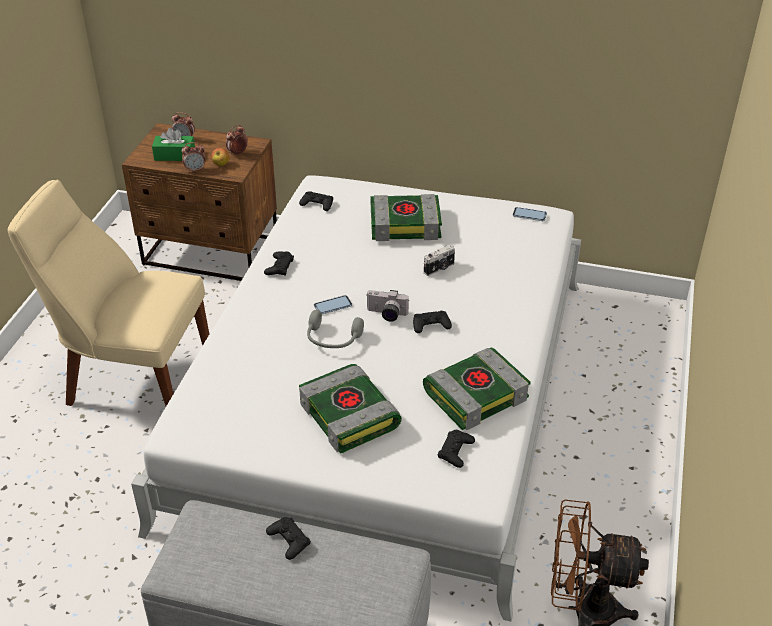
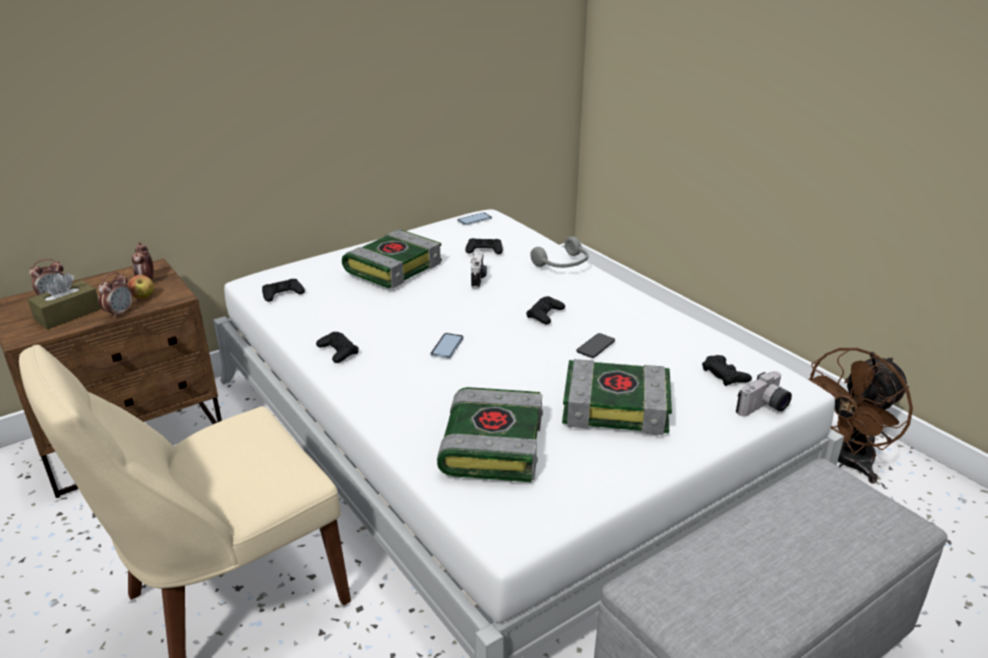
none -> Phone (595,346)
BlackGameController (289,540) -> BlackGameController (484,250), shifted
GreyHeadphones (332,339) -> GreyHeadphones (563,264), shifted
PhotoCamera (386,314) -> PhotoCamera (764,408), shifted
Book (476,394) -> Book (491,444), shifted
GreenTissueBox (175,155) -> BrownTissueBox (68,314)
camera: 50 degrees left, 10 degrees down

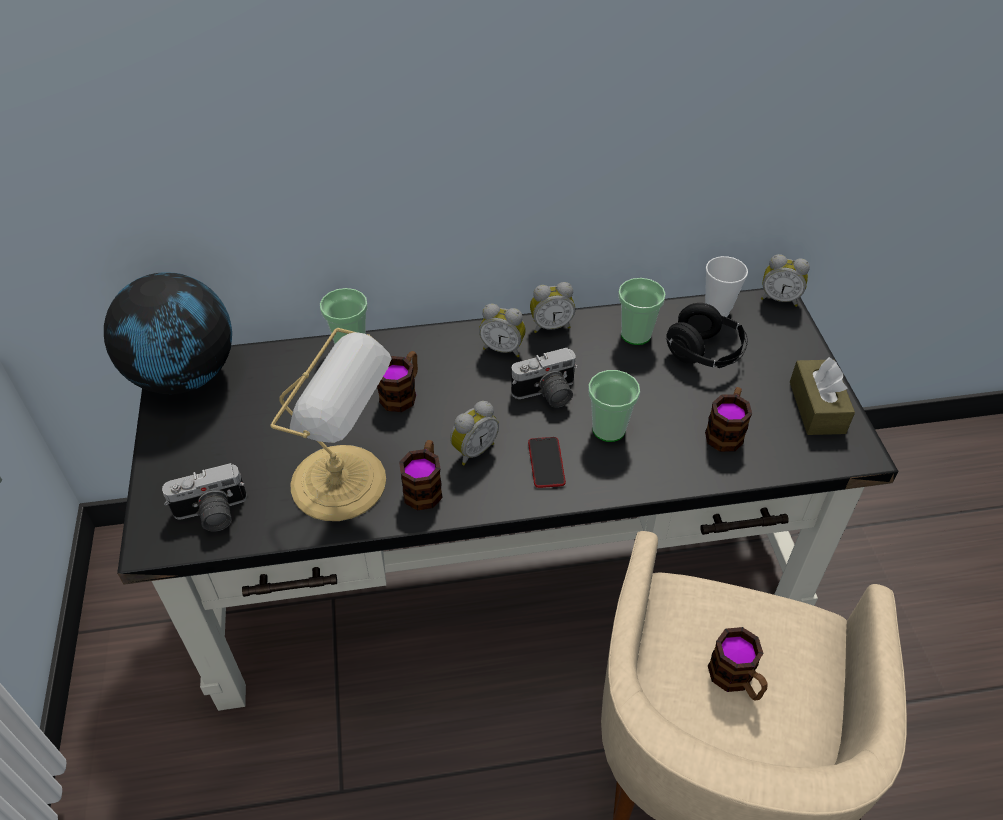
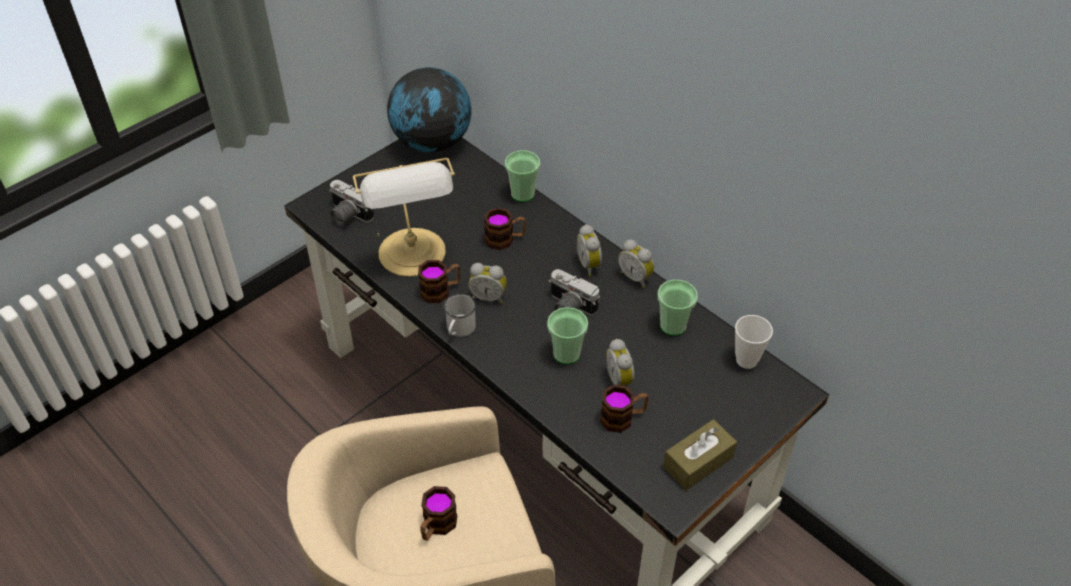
Phone (546,463) -> none
BlackHeadphones (704,353) -> none
none -> WhiteMug (459,330)
AlarmClock (779,298) -> AlarmClock (620,380), shifted
camera: 55 degrees right, 0 degrees up

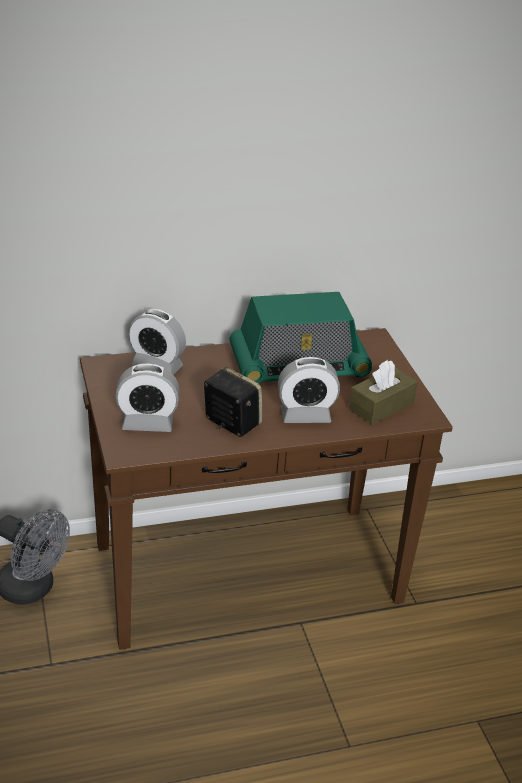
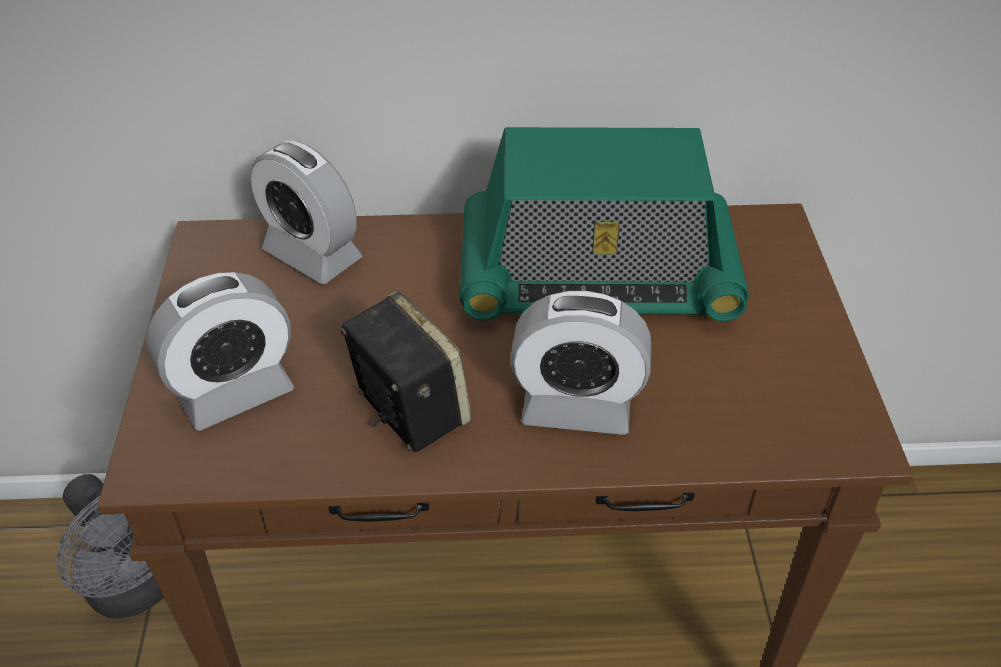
BrownTissueBox (381,406) -> none
AlarmClock (147,423) -> AlarmClock (235,392), 45 degrees counterclockwise
camera: 15 degrees right, 10 degrees up

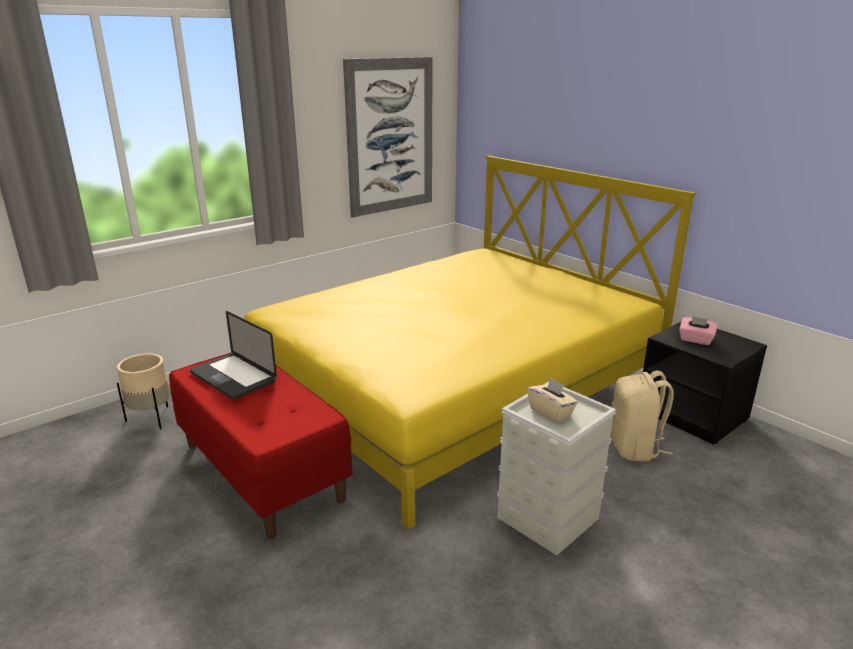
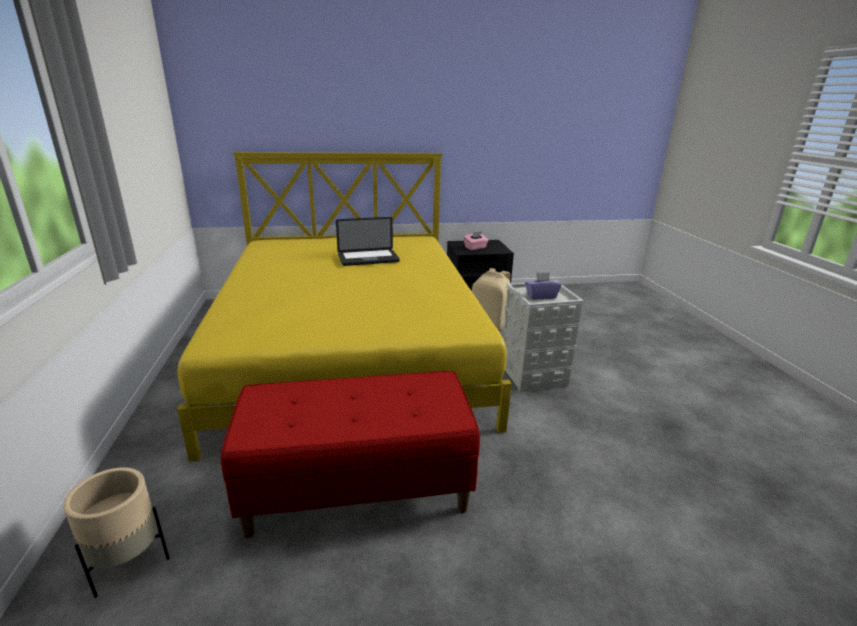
Picture (390,137) -> none
Laptop (233,377) -> Laptop (368,259), shifted
BeigeTissueBox (551,412) -> PurpleTissueBox (541,296)
camera: 60 degrees left, 0 degrees up

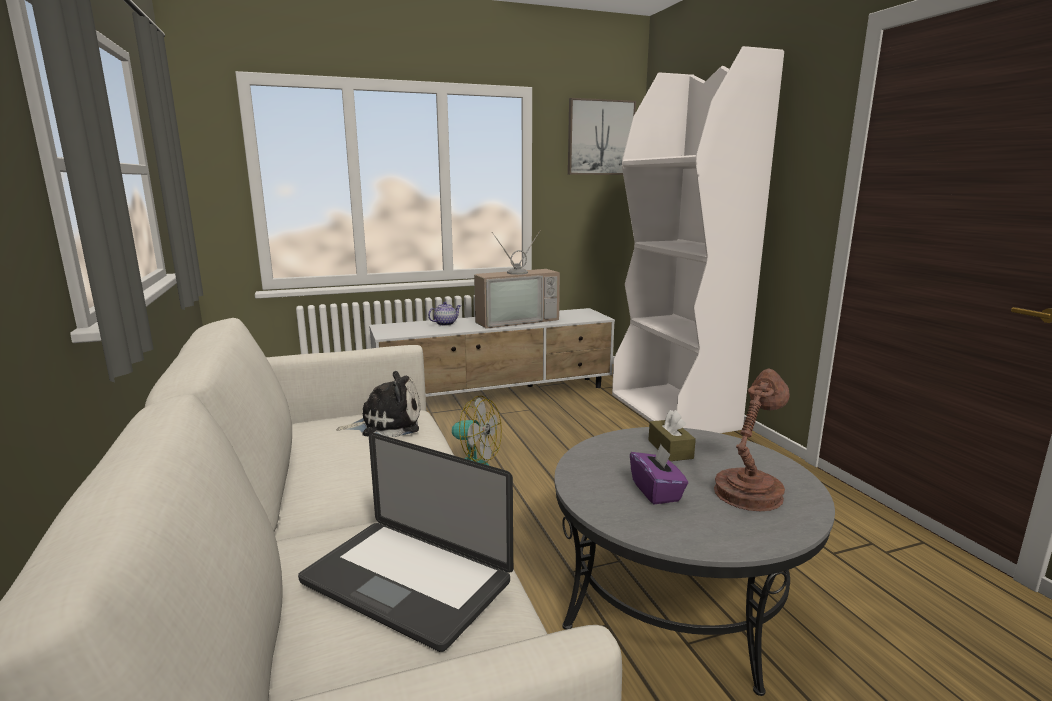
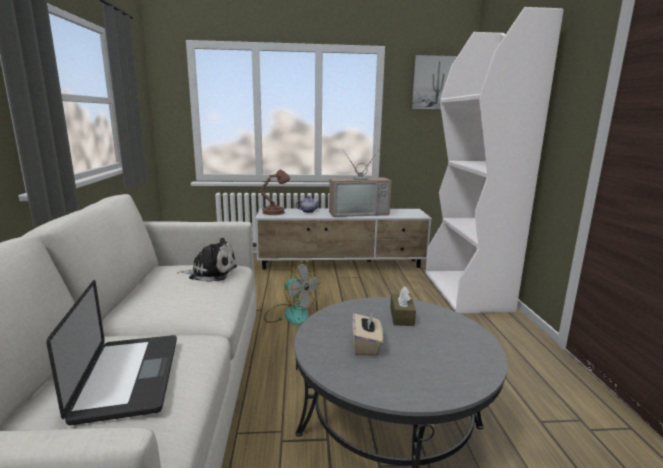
BrownTableLamp (749,491) -> BrownTableLamp (275,212), shifted
PurpleTissueBox (656,491) -> BeigeTissueBox (366,346)
Laptop (406,582) -> Laptop (129,377), 150 degrees counterclockwise
camera: 15 degrees right, 0 degrees up

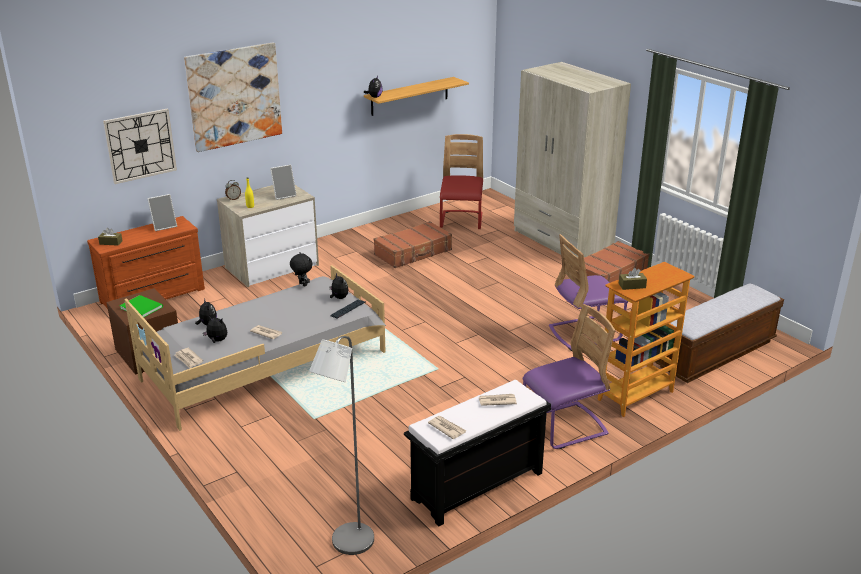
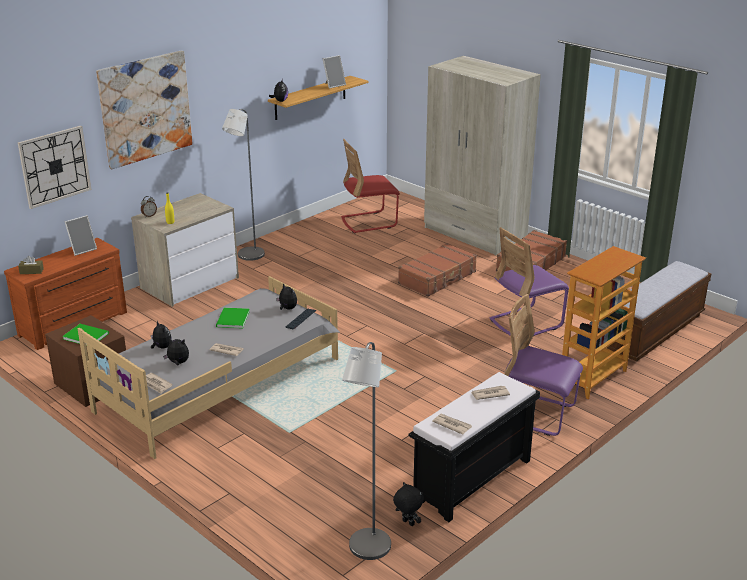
BrownTissueBox (632,286) -> none
none -> GreenBook (231,319)
none -> GreyFloorLamp (248,256)
PictureFrame (284,195) -> PictureFrame (334,85), shifted
BlackPlushToy (302,284) -> BlackPlushToy (407,523), shifted
BrownSuitcase (413,252) -> BrownSuitcase (438,278), shifted
RedChair (461,221) -> RedChair (369,222), 105 degrees counterclockwise
PurpleChair (564,427) -> PurpleChair (536,414), 120 degrees counterclockwise
camera: 10 degrees left, 0 degrees up

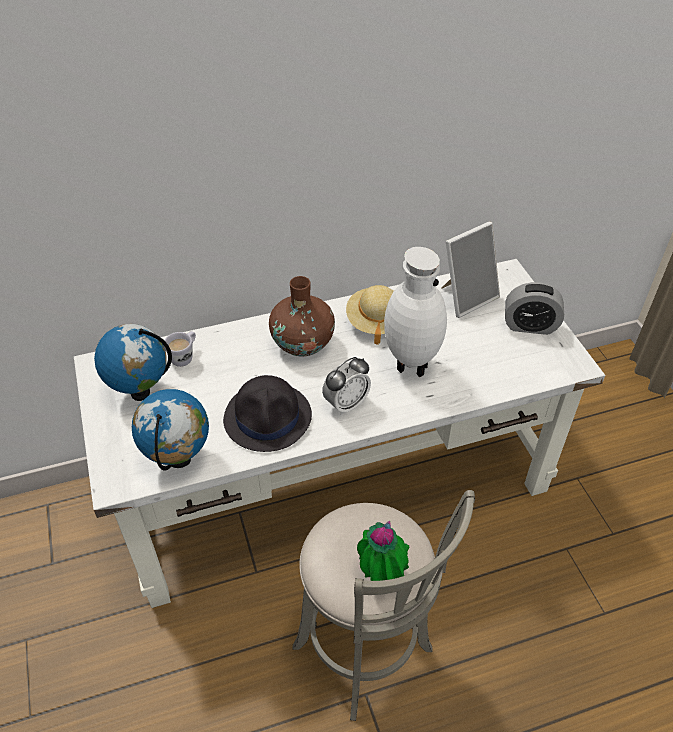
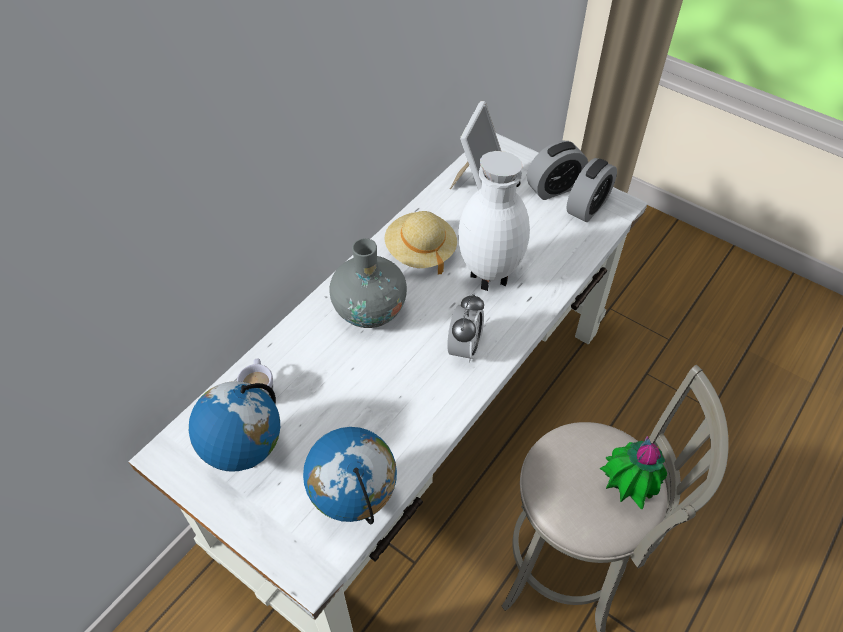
BlackHat (268,417) -> none
none -> AlarmClock (587,207)
BrownVase (303,343) -> GreyVase (370,310)
camera: 35 degrees left, 5 degrees up

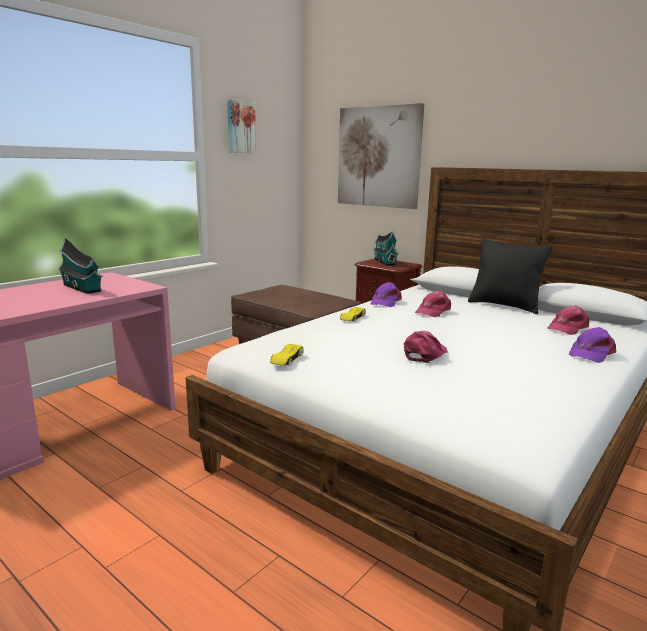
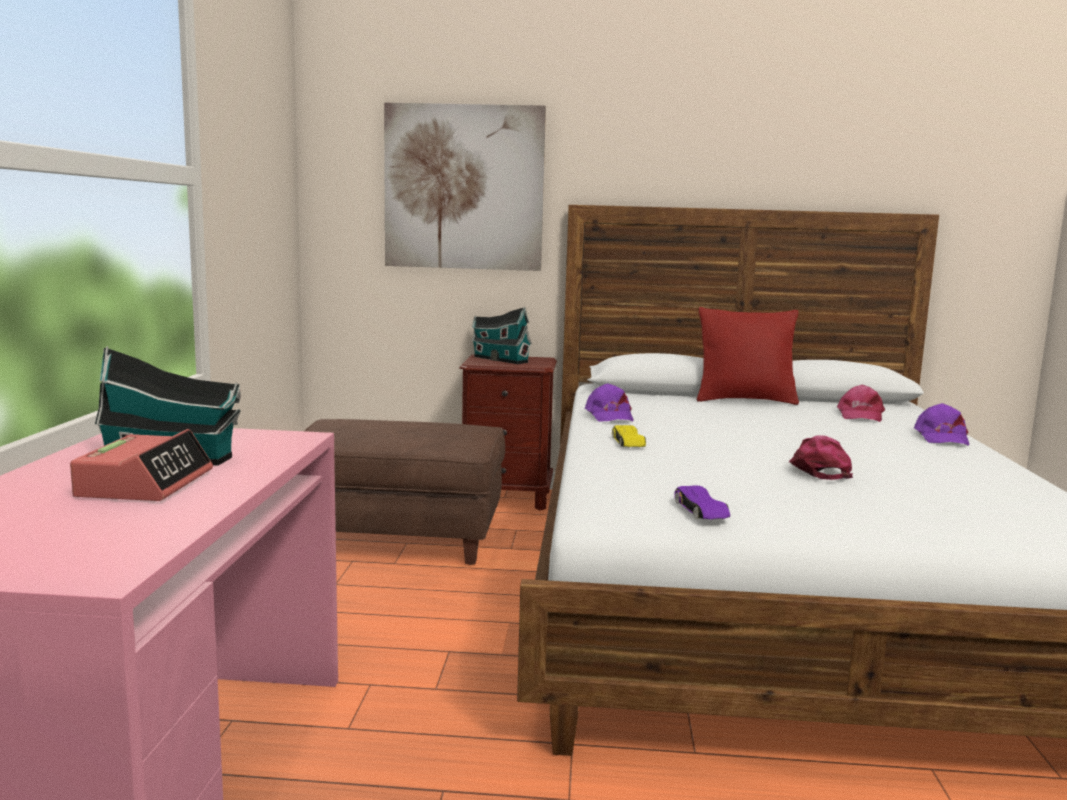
Picture (240,127) -> none
PinkCap (433,311) -> none
none -> AlarmClock (146,483)
YellowToyCar (287,359) -> PurpleToyCar (701,510)
BlackPillow (504,306) -> RedPillow (745,400)
camera: 35 degrees left, 5 degrees down

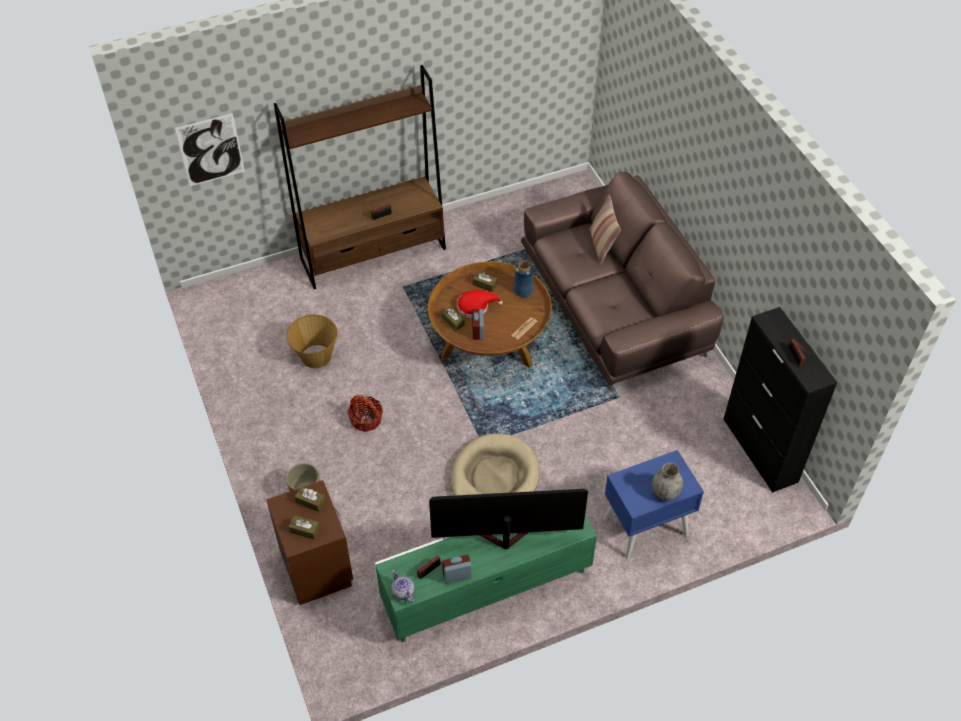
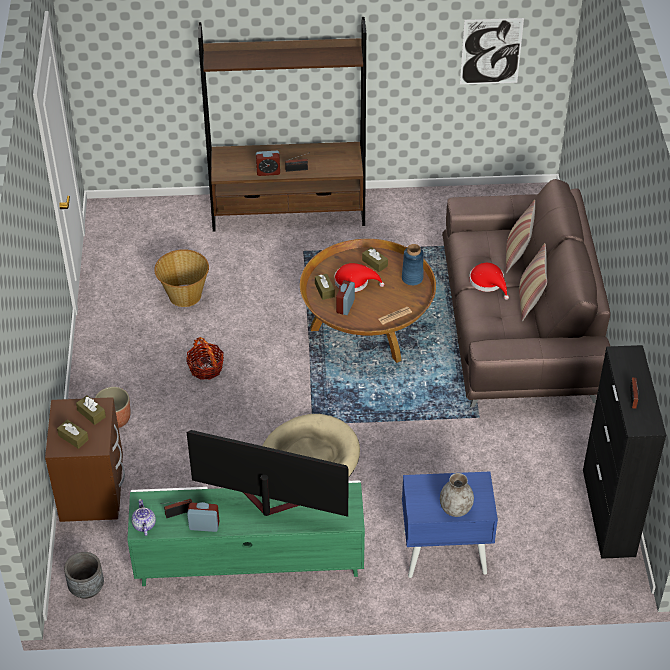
none -> GreyPlanter (86,588)
none -> AlarmClock (268,172)
none -> RedHat (488,282)
none -> Pillow (530,301)
Picture (211,150) -> Picture (491,51), shifted
camera: 20 degrees right, 5 degrees down

